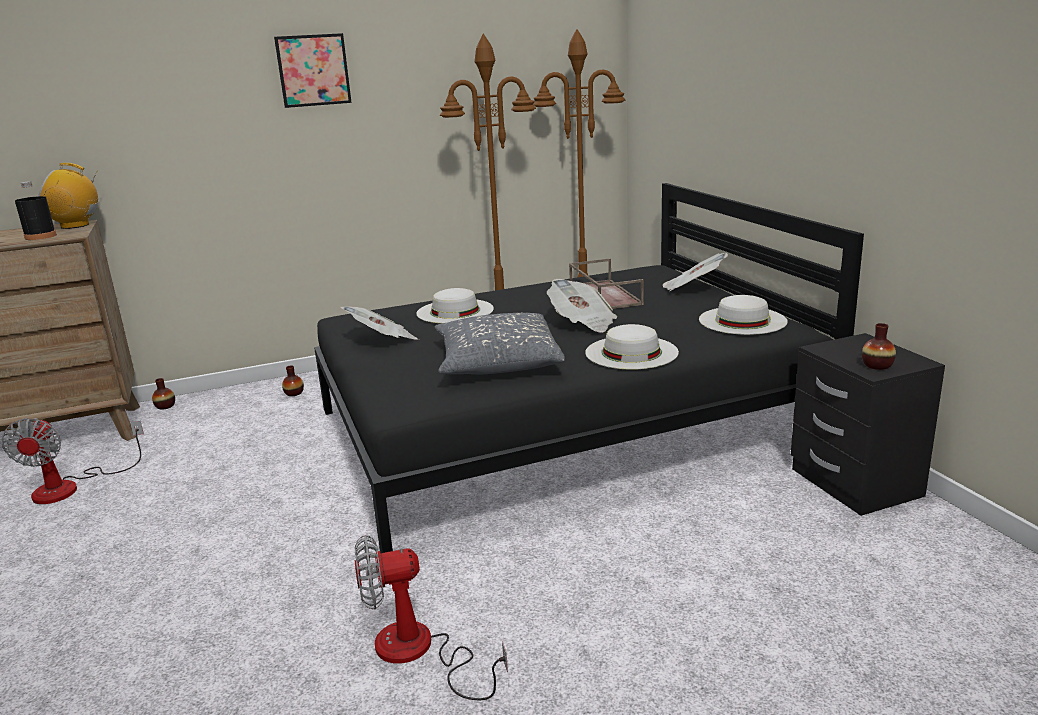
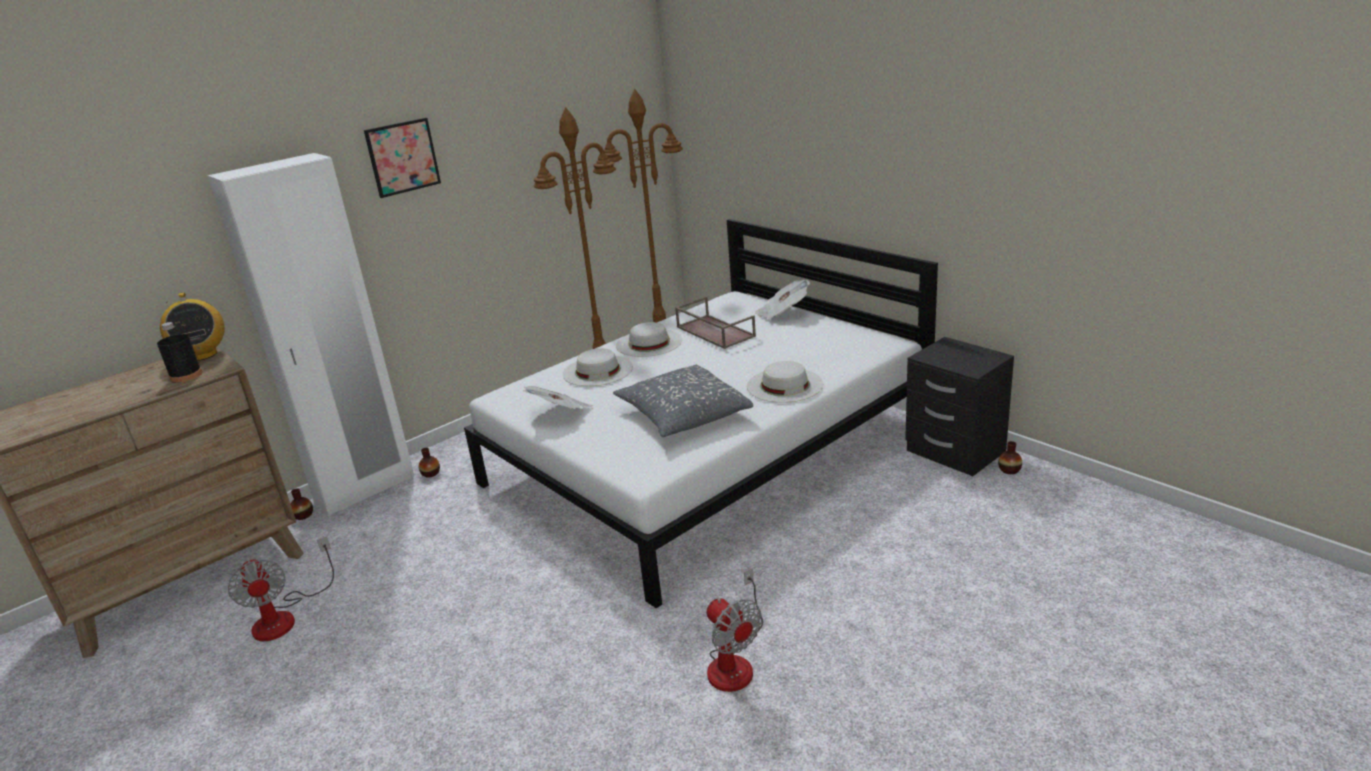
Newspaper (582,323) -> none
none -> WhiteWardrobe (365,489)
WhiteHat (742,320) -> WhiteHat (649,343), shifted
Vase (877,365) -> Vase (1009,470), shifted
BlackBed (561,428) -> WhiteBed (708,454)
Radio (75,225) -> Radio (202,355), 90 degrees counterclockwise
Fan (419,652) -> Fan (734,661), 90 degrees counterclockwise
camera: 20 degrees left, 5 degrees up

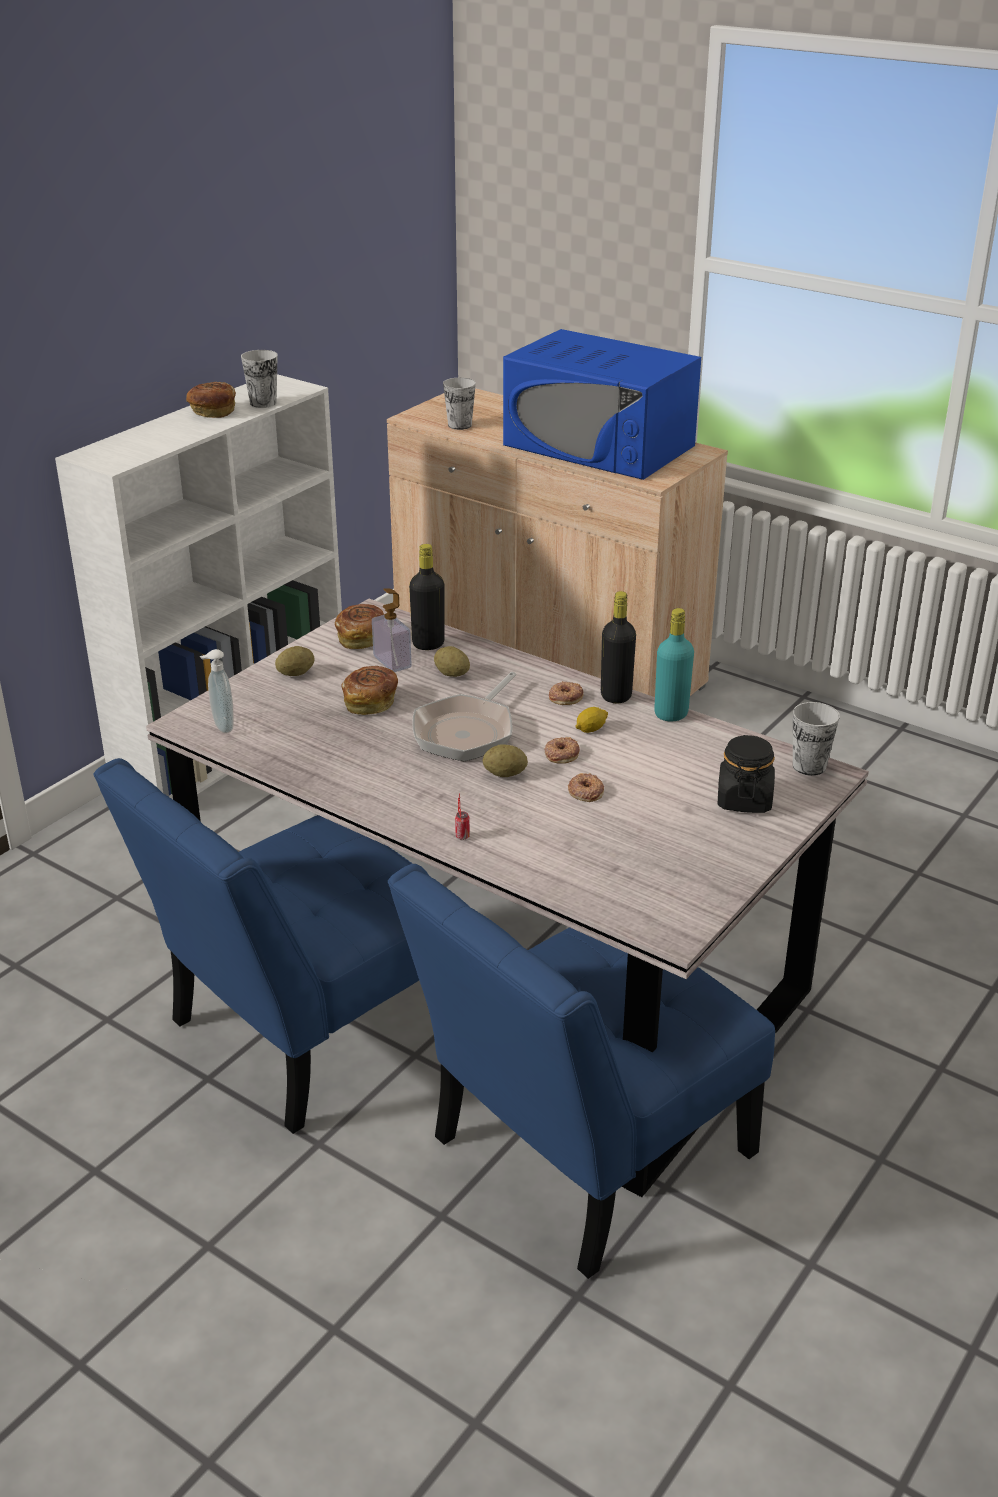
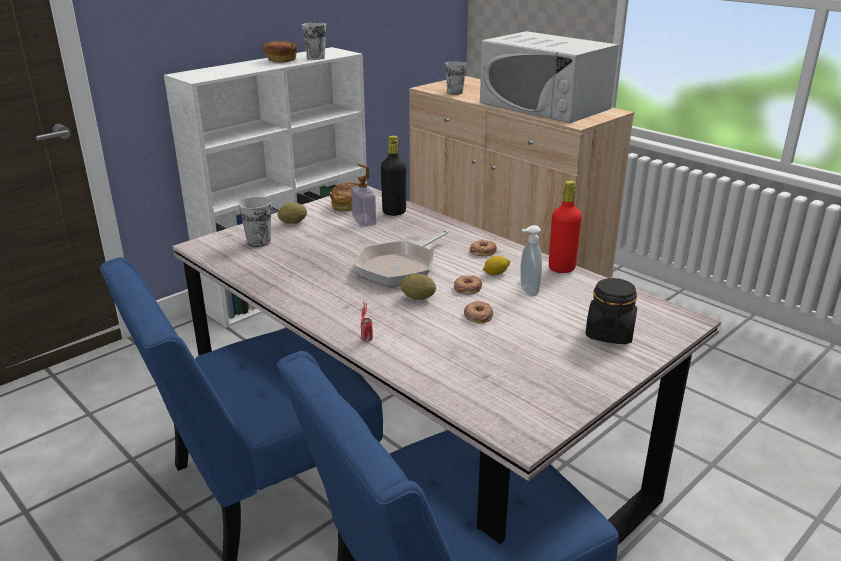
Bread (371,702) -> none
Potato (452,674) -> none
BlackBottle (616,696) -> none
SoapDispenser (221,727) -> SoapDispenser (527,291), shifted
Cup (809,766) -> Cup (259,242), shifted
BlueMicrowave (599,445) -> WhiteMicrowave (544,105)
TurquoiseBottle (671,714) -> RedBottle (561,268)
camera: 10 degrees right, 5 degrees down

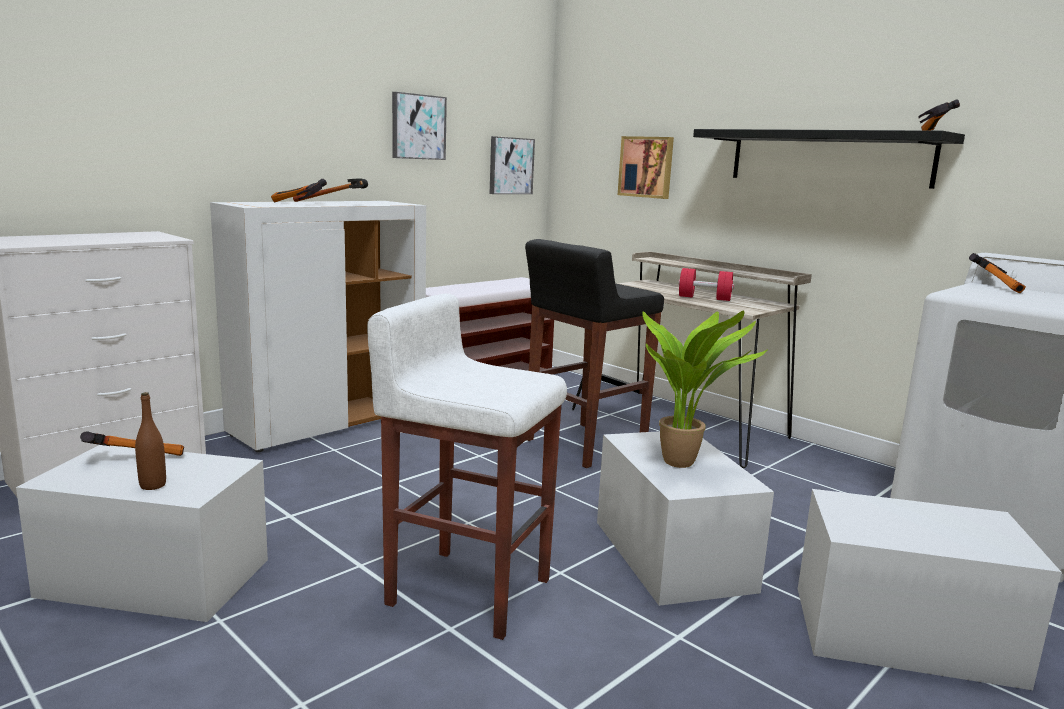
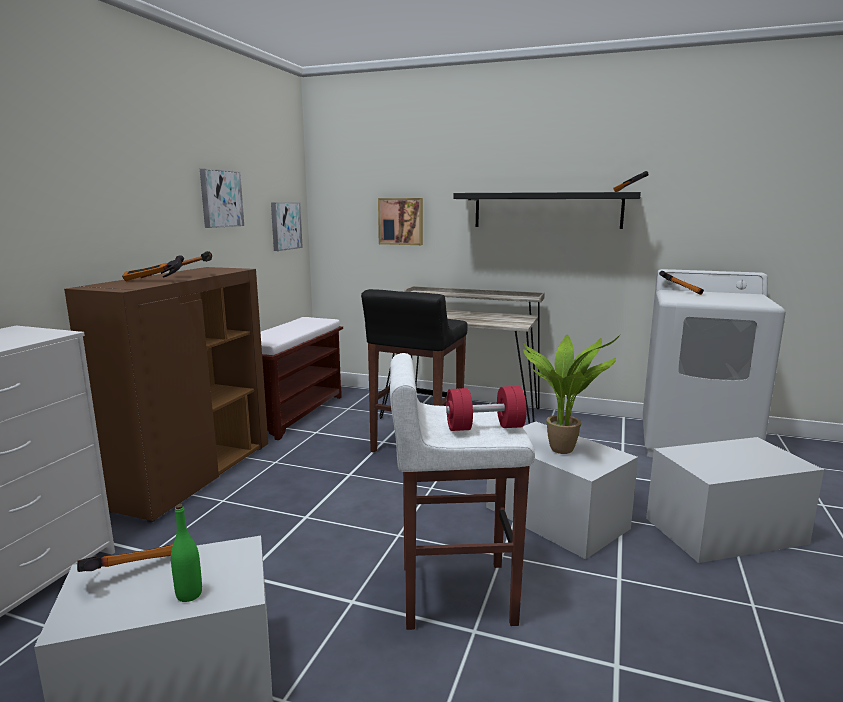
RedDumbbell (704,298) -> RedDumbbell (484,427), shifted
BrownBottle (153,485) -> GreenBottle (189,594)
WhiteCabinet (330,423) -> BrownCabinet (193,476)
camera: 25 degrees left, 0 degrees up

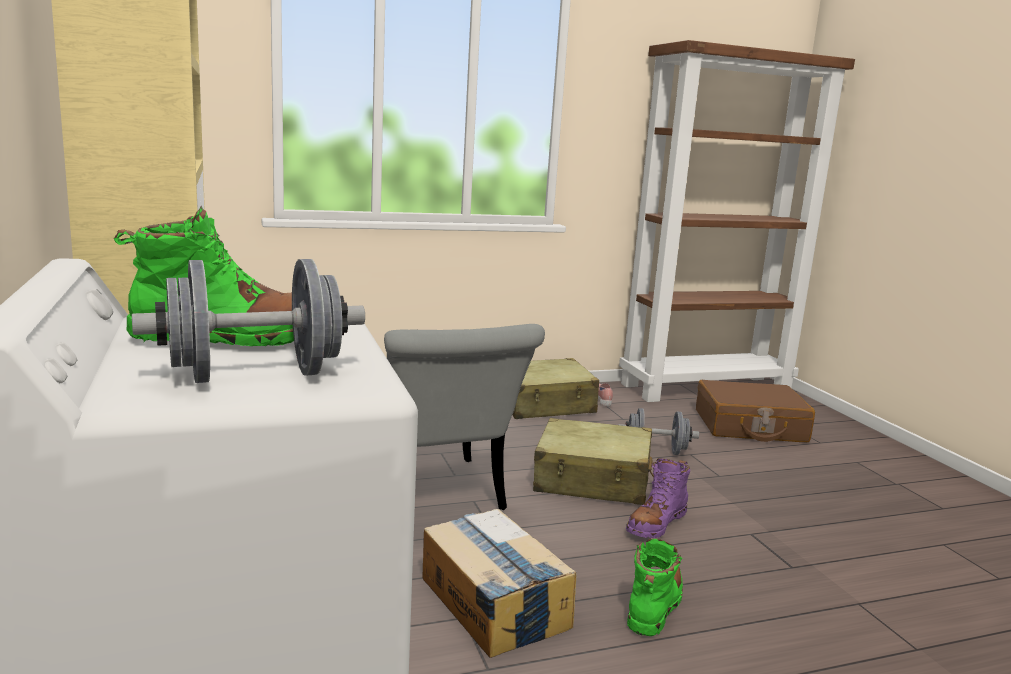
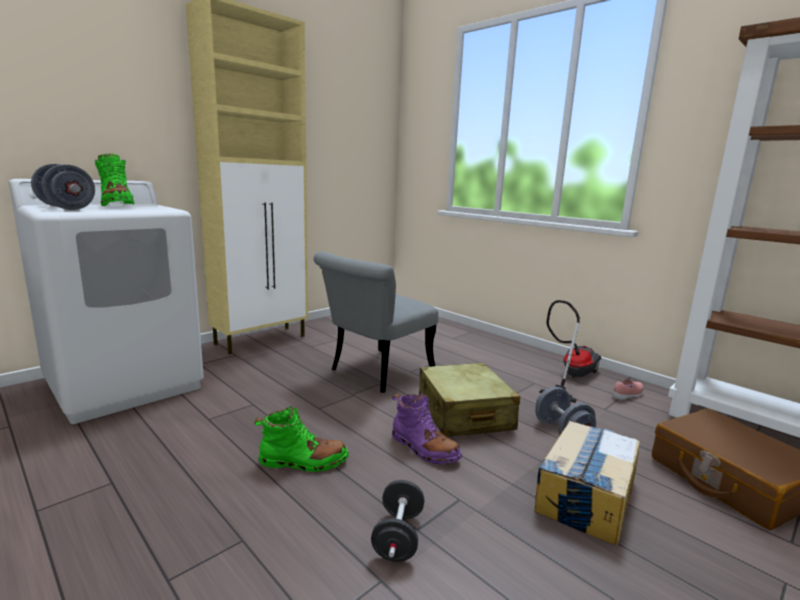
none -> BlackDumbbell (398,537)
CardboardBox (493,603) -> CardboardBox (585,495), shifted
BeigeSuitcase (544,404) -> VacuumCleaner (570,376)
PurpleBoot (656,524) -> PurpleBoot (424,448), 150 degrees counterclockwise
camera: 65 degrees right, 0 degrees up

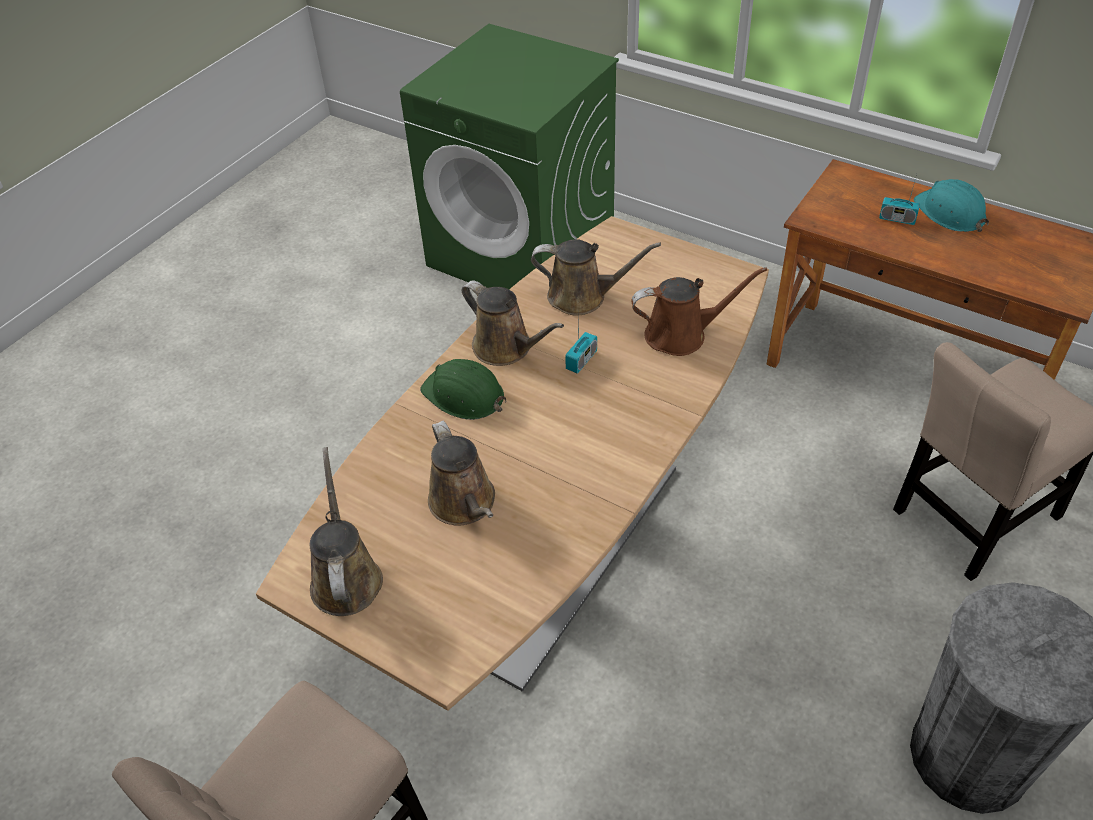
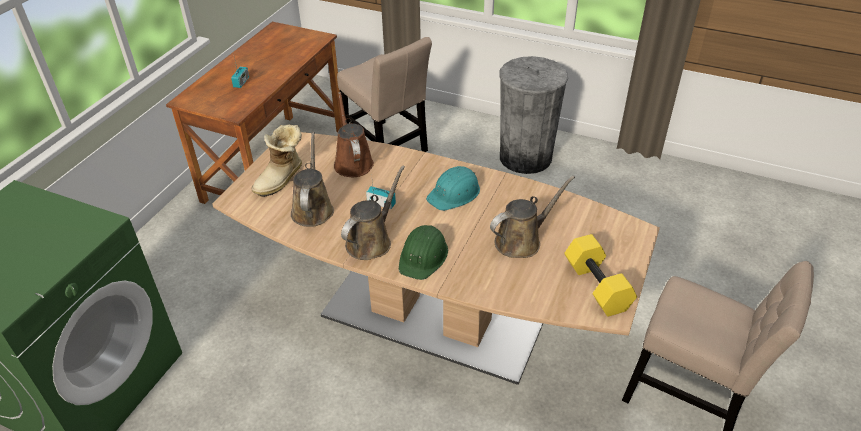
none -> Boot (282,179)
TurquoiseHardHat (950,213) -> TurquoiseHardHat (454,193), shifted
BrownWateringCan (346,577) -> YellowDumbbell (598,286)
camera: 100 degrees left, 5 degrees down

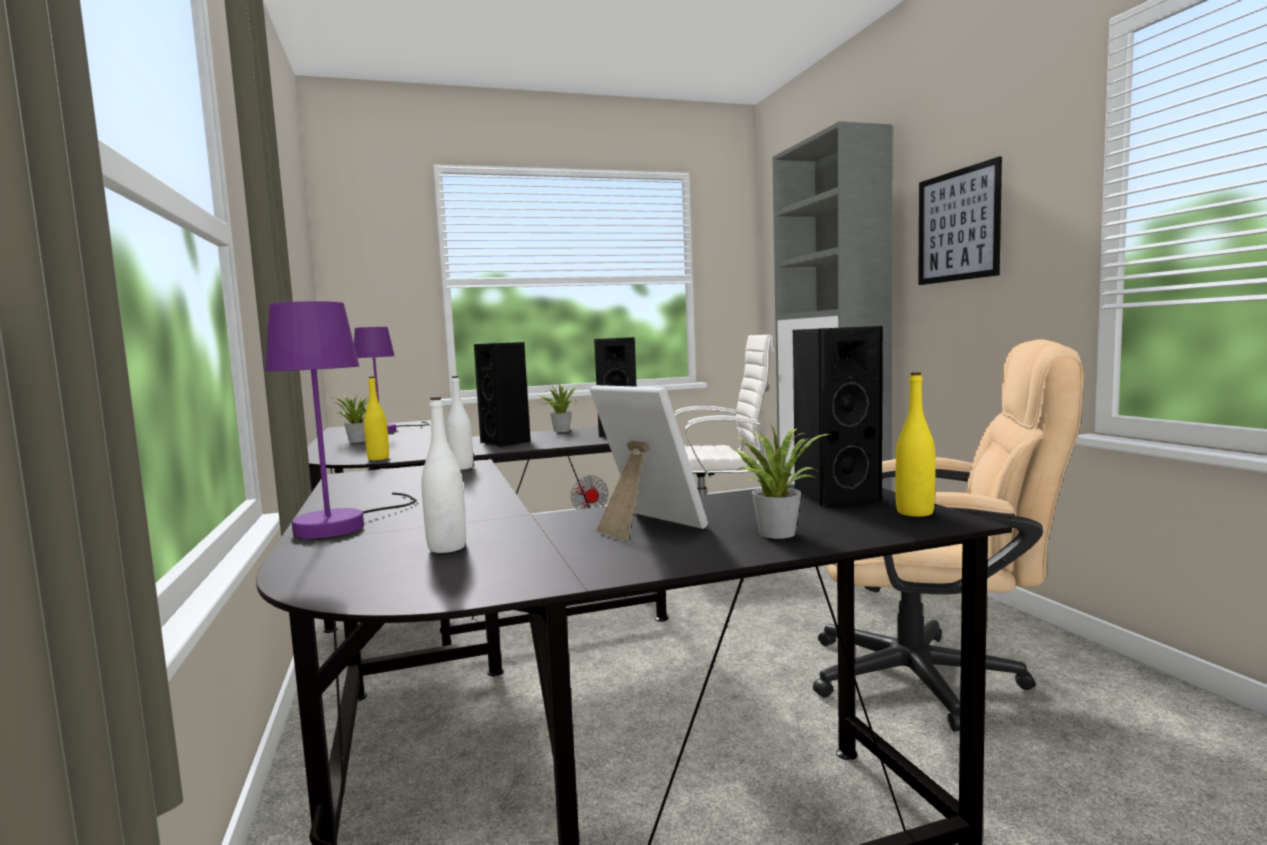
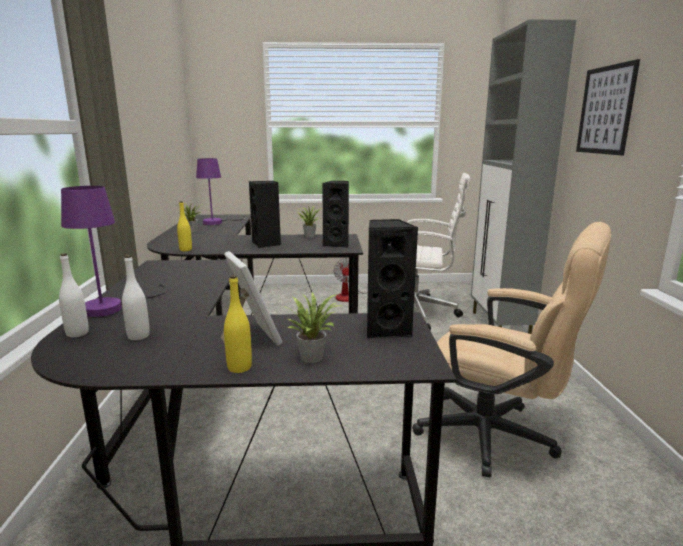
WhiteBottle (461,468) -> WhiteBottle (77,333), shifted
YellowBottle (915,512) -> YellowBottle (239,367), shifted
camera: 15 degrees right, 10 degrees up

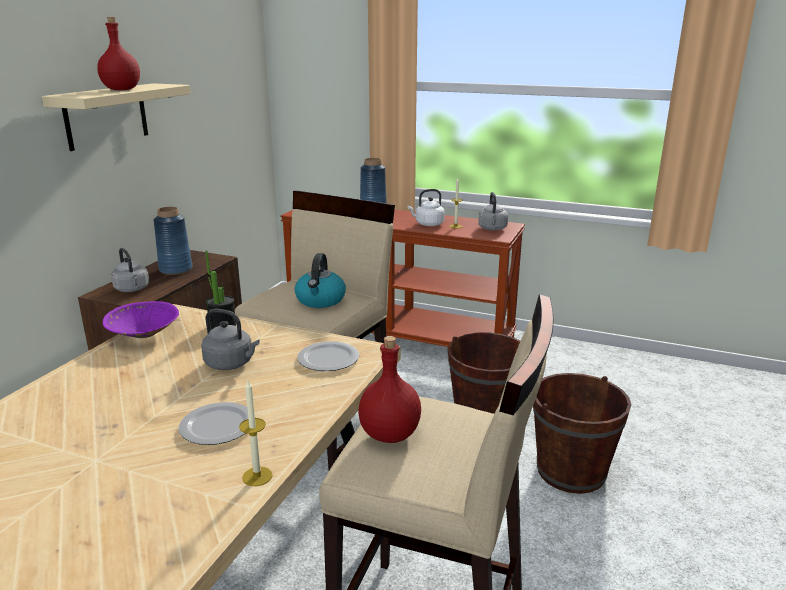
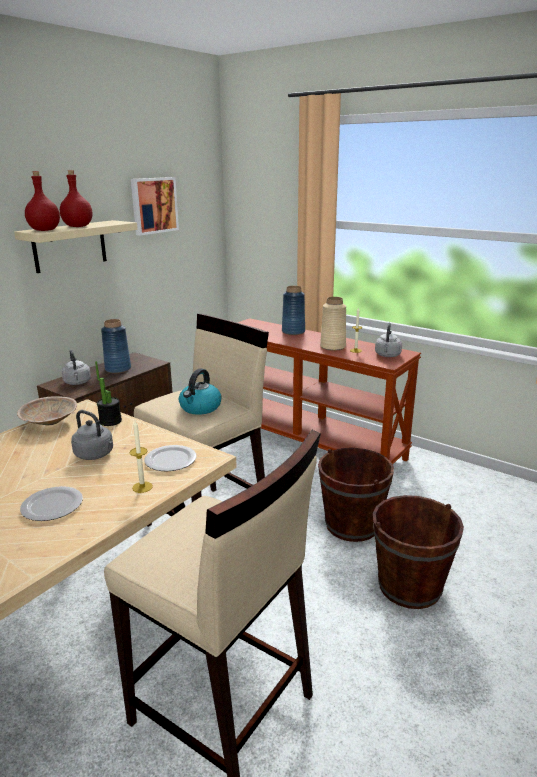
none -> Picture (153,205)
Candle (257,476) -> Candle (142,487), shifted
RedBottle (390,434) -> RedBottle (45,230), shifted
WhiteKettle (428,224) -> BeigeVase (332,346)
PurpleBowl (144,335) -> BeigeBowl (50,423)
camera: 15 degrees right, 0 degrees up

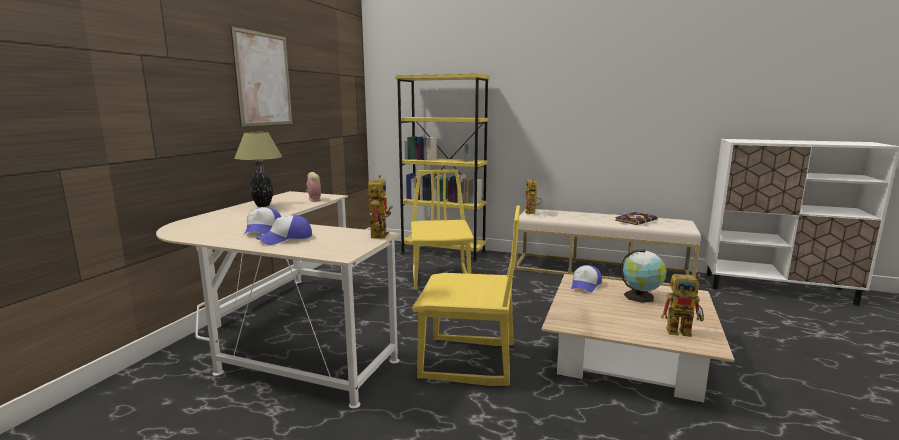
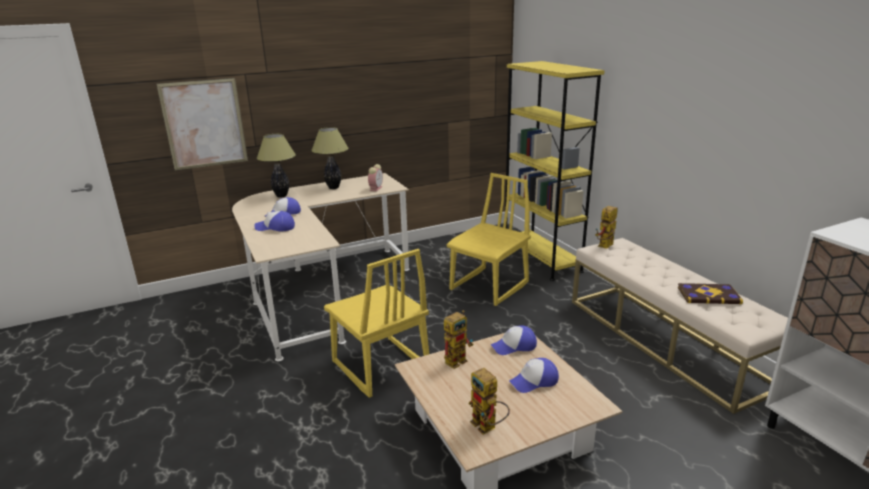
none -> TableLamp (281,196)
Picture (263,79) -> Picture (204,124), shifted
ToyRobot (378,234) -> ToyRobot (458,359), shifted
Globe (641,297) -> Cap (534,381)
camera: 45 degrees right, 10 degrees up

